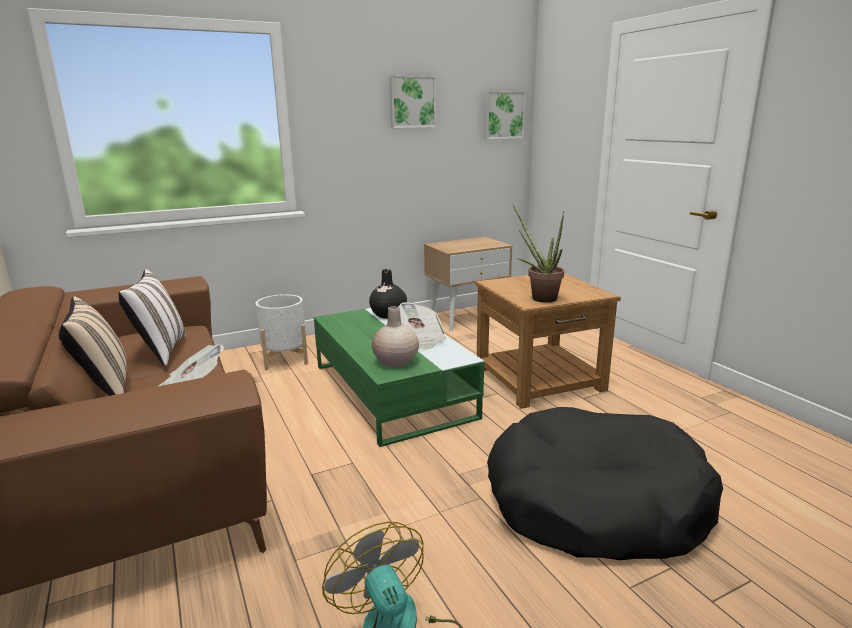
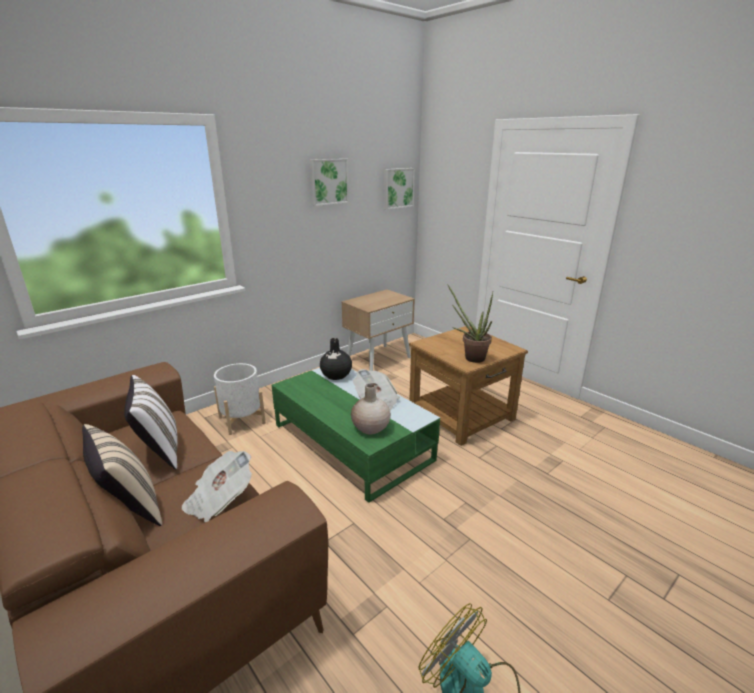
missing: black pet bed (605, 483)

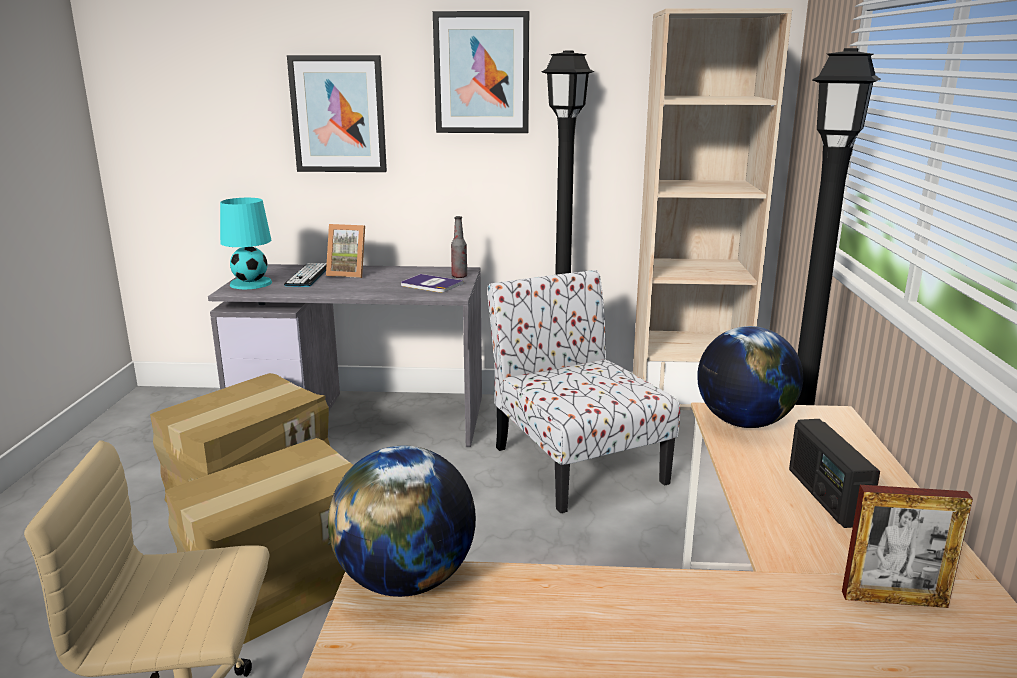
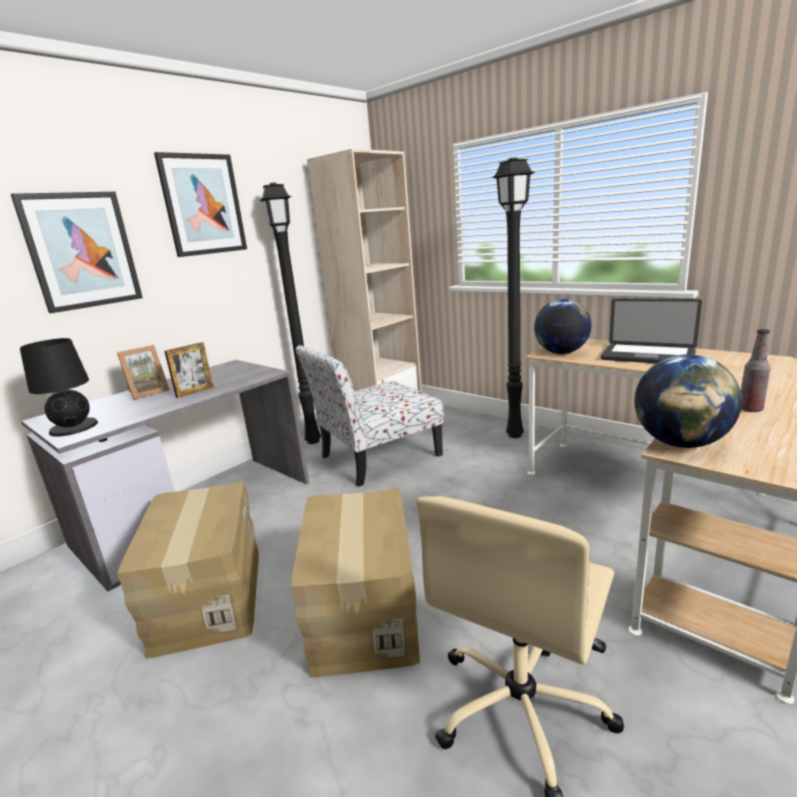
missing: PC keyboard (305, 275); volume (432, 283)
relocated: drink bottle (459, 247) to (756, 370); photo frame (907, 546) to (189, 370)
exchanged: radio set (834, 473) to notebook computer (651, 331)
colour: turquoise tabletop lamp (246, 243) to black tabletop lamp (59, 387)
spun: upright chair (583, 391) = (370, 416) 45 degrees counterclockwise

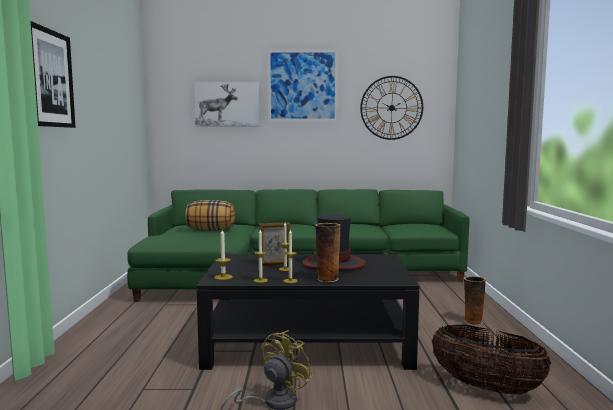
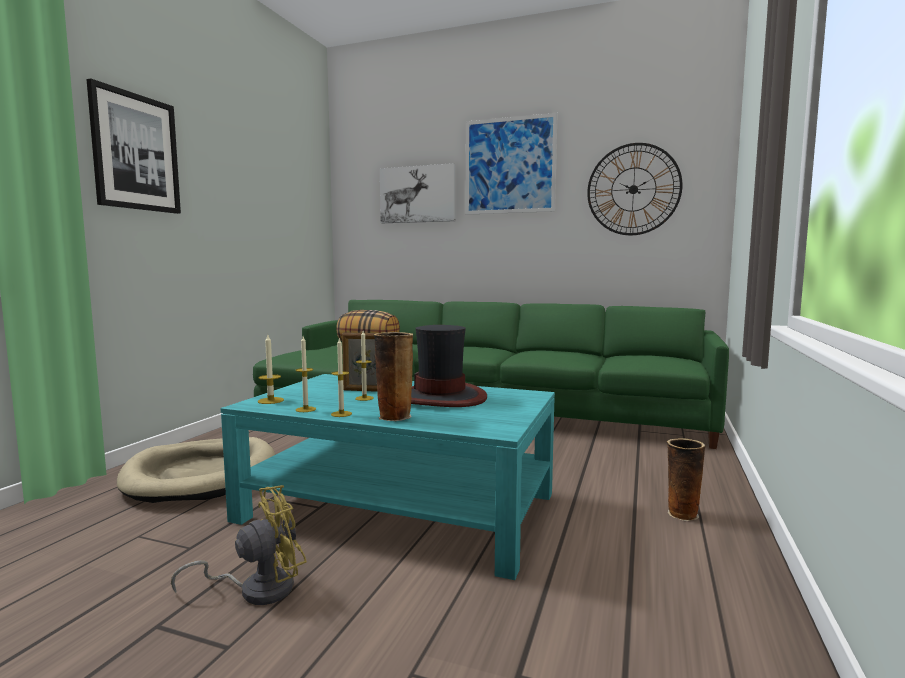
missing: storage basket (491, 360)
appeared: beige pet bed (196, 470)
colour: black coffee table (308, 312) to turquoise coffee table (388, 477)

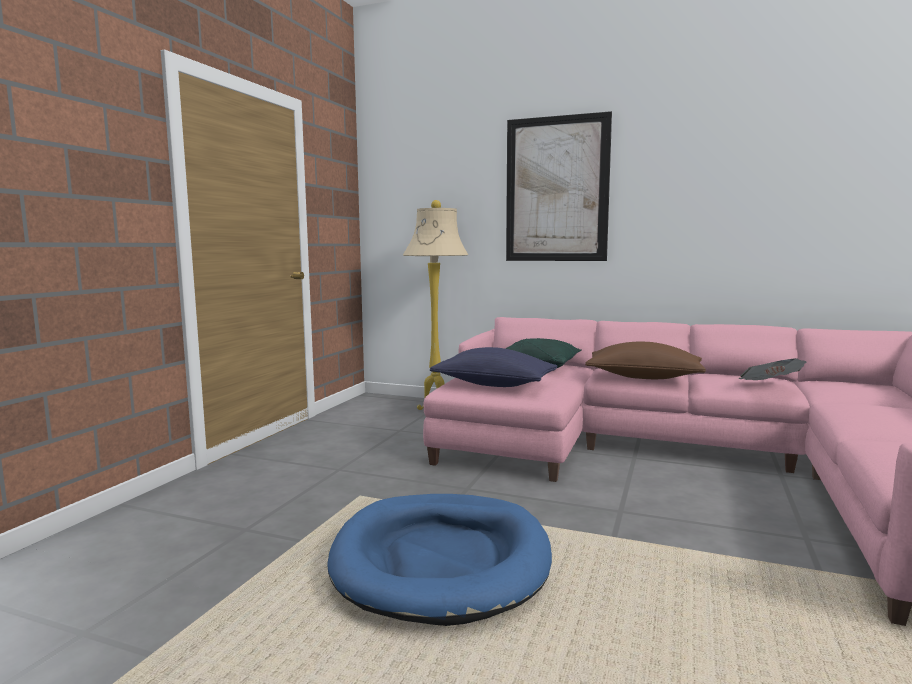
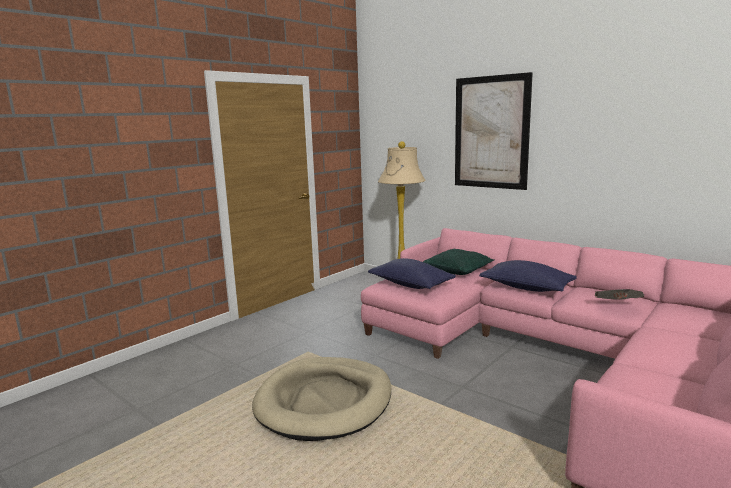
colour: brownish cushion (645, 360) to blue-coloured cushion (528, 276); blue-coloured pet bed (439, 560) to beige pet bed (321, 399)

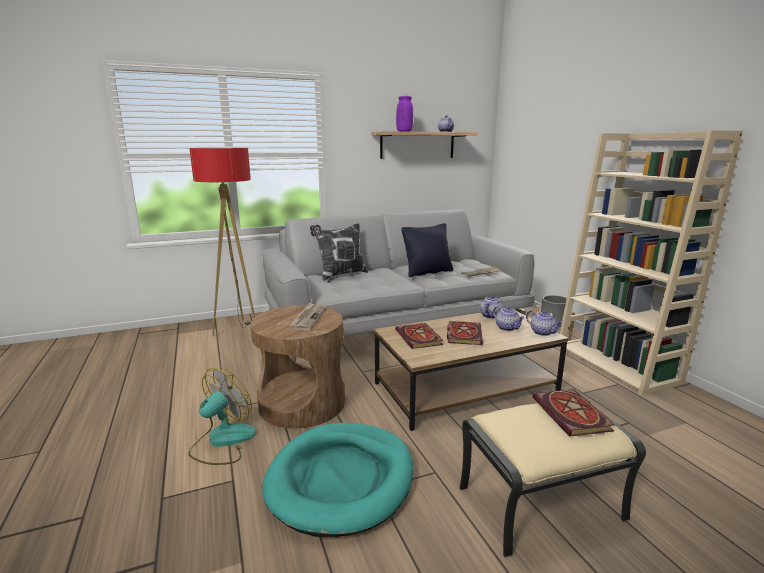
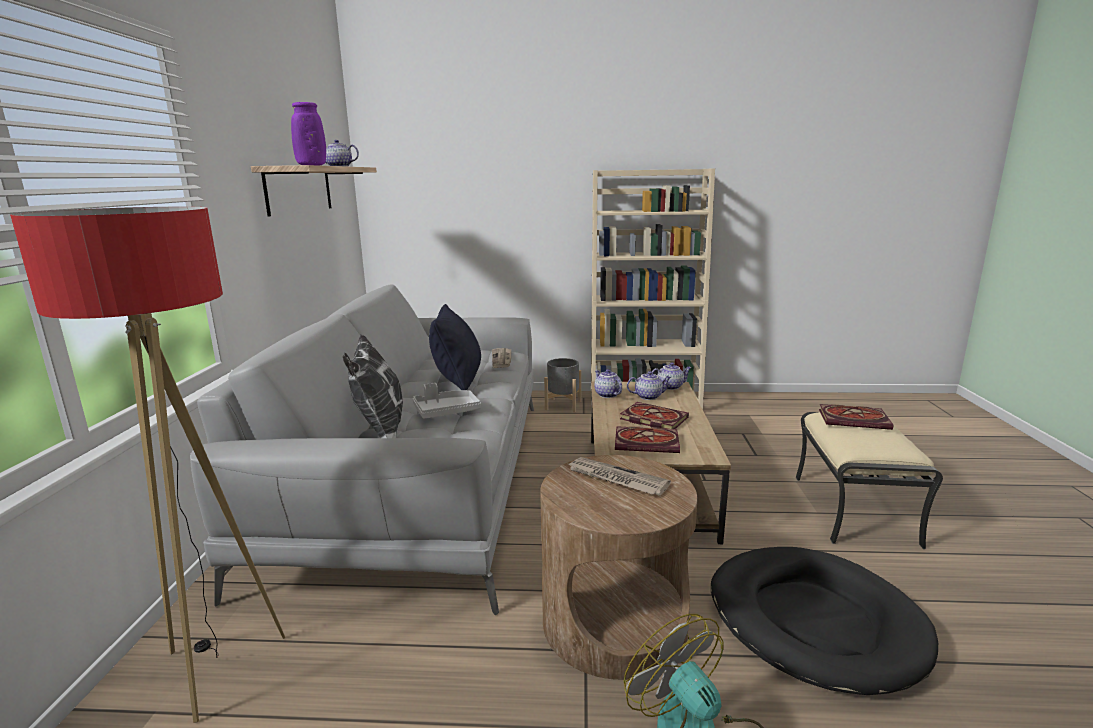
appeared: grey serving tray (447, 400)
colour: turquoise pet bed (337, 480) to black pet bed (824, 621)

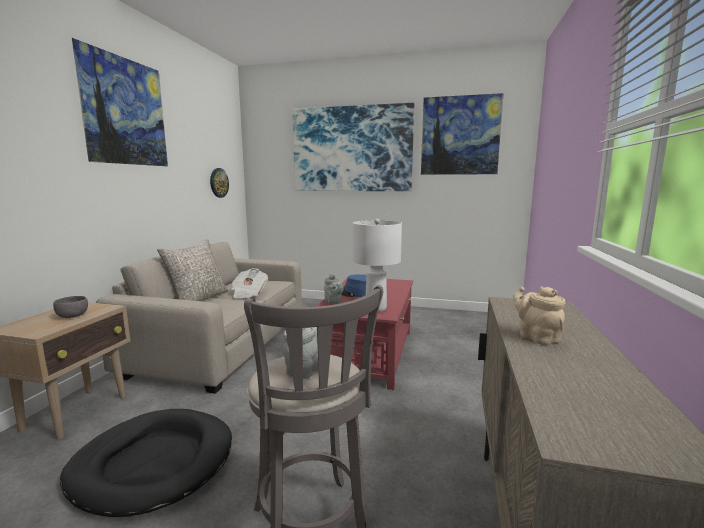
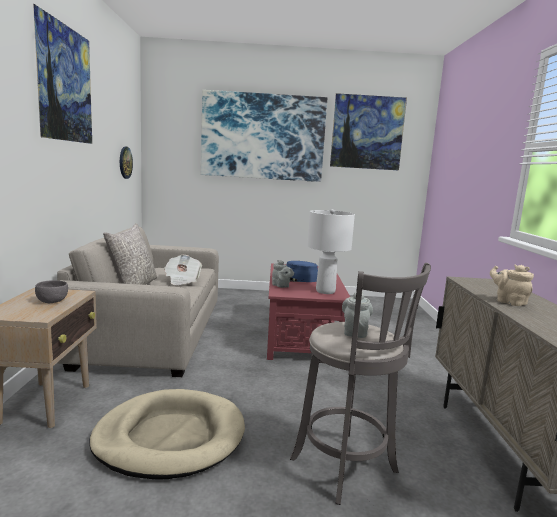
colour: black pet bed (146, 463) to beige pet bed (167, 434)

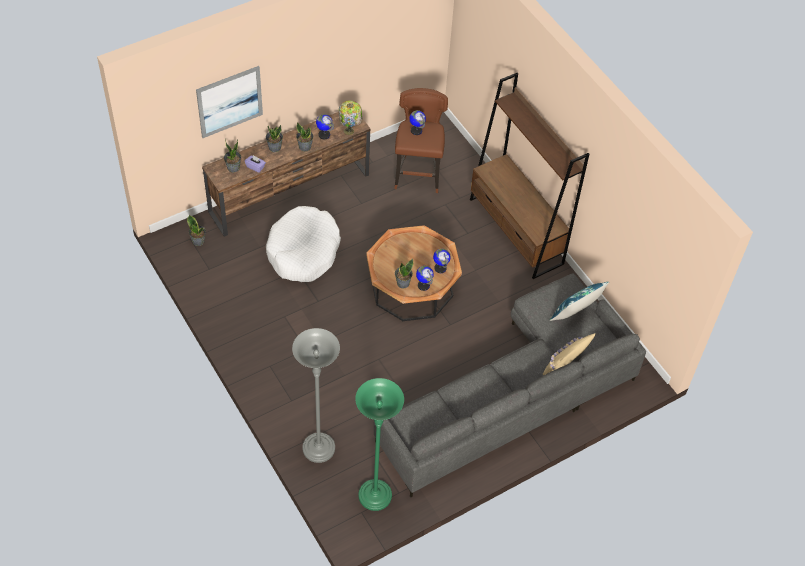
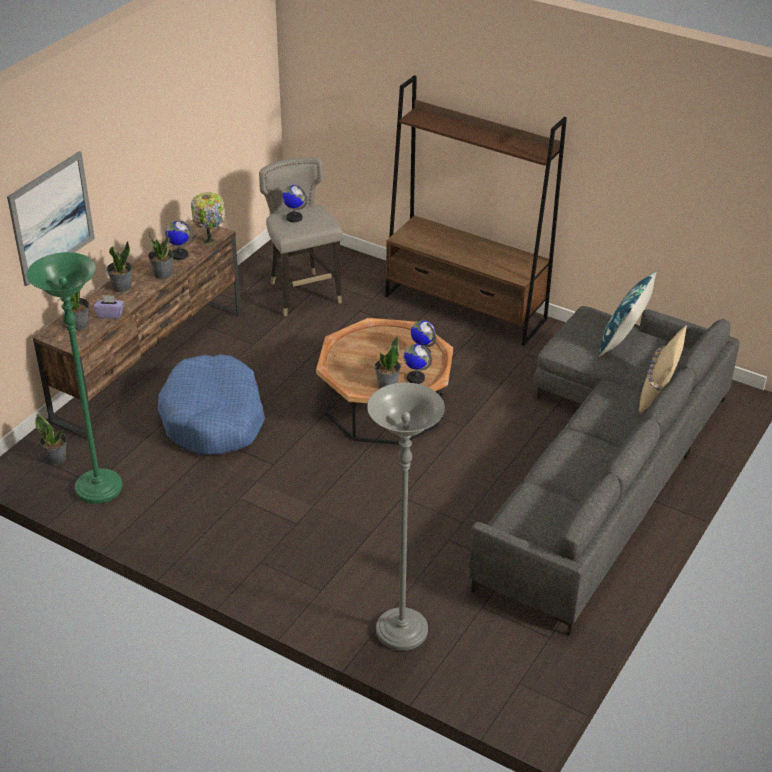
relocated: green-coloured floor lamp (379, 444) to (74, 378)
colour: brownish stool seat (421, 140) to grey stool seat (301, 236); white-coloured pet bed (303, 244) to blue-coloured pet bed (211, 404)

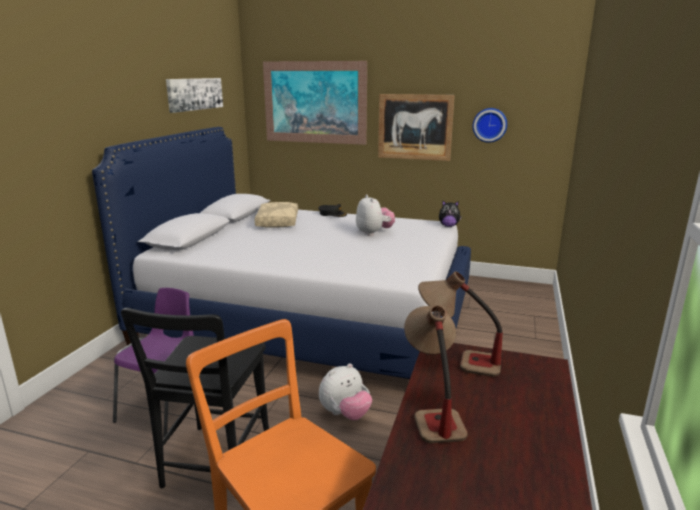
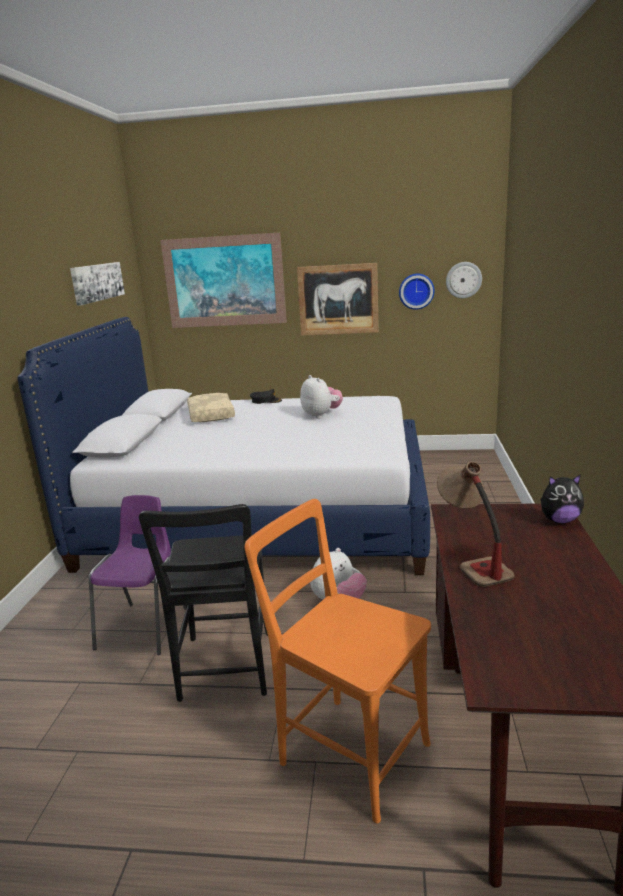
missing: tabletop lamp (460, 324)
appeared: hanging clock (464, 280)
relocated: plush toy (450, 214) to (562, 499)

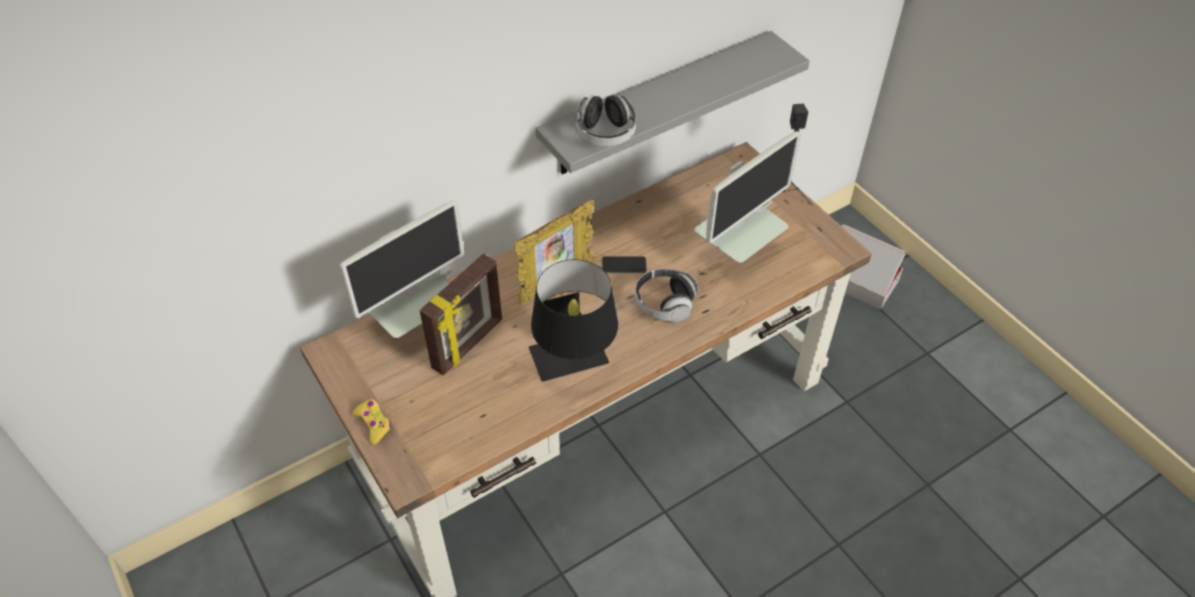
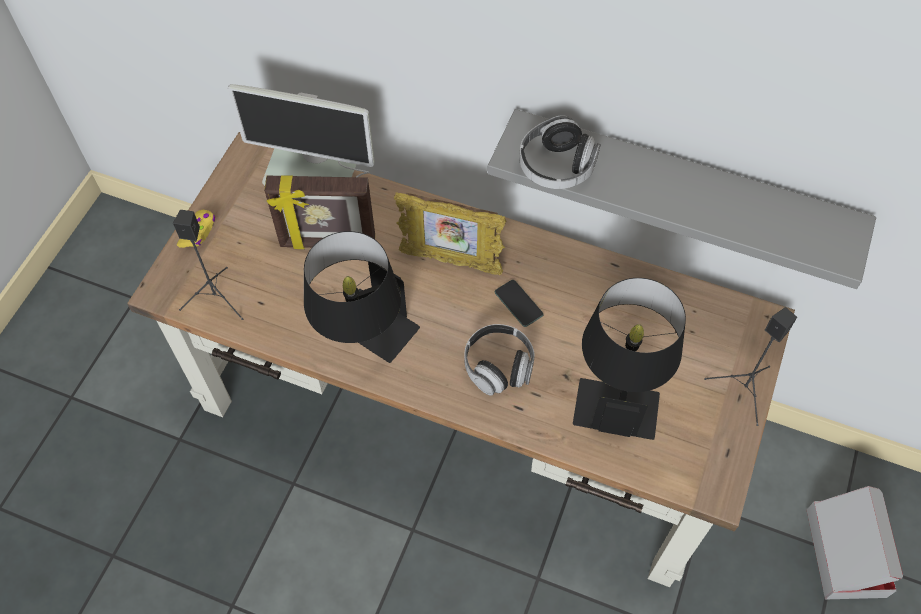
appeared: black audio speaker (208, 265)
exchanged: computer display (747, 197) to black tabletop lamp (629, 359)

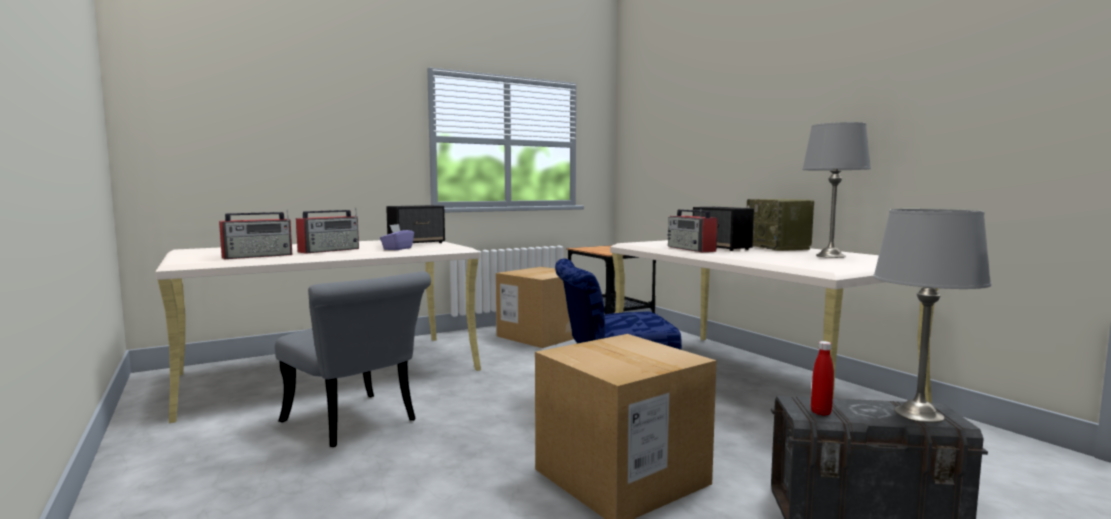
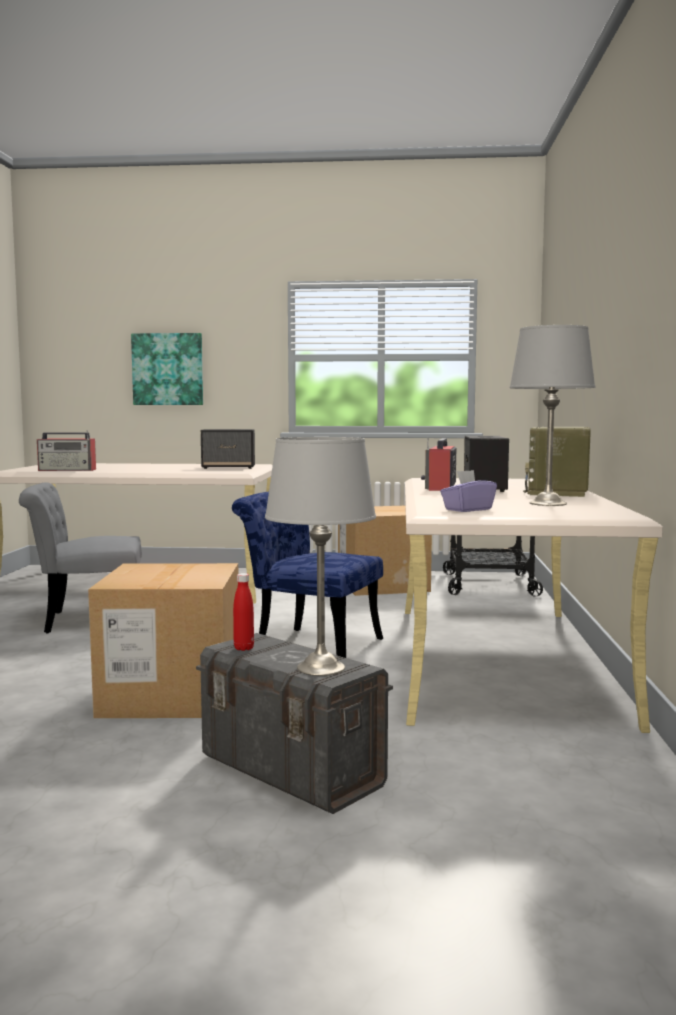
missing: radio set (327, 231)
appeared: wall picture (167, 369)
relocated: purple box of tissues (397, 237) to (468, 491)
spun: grey upright chair (353, 359) = (80, 557) 90 degrees clockwise

